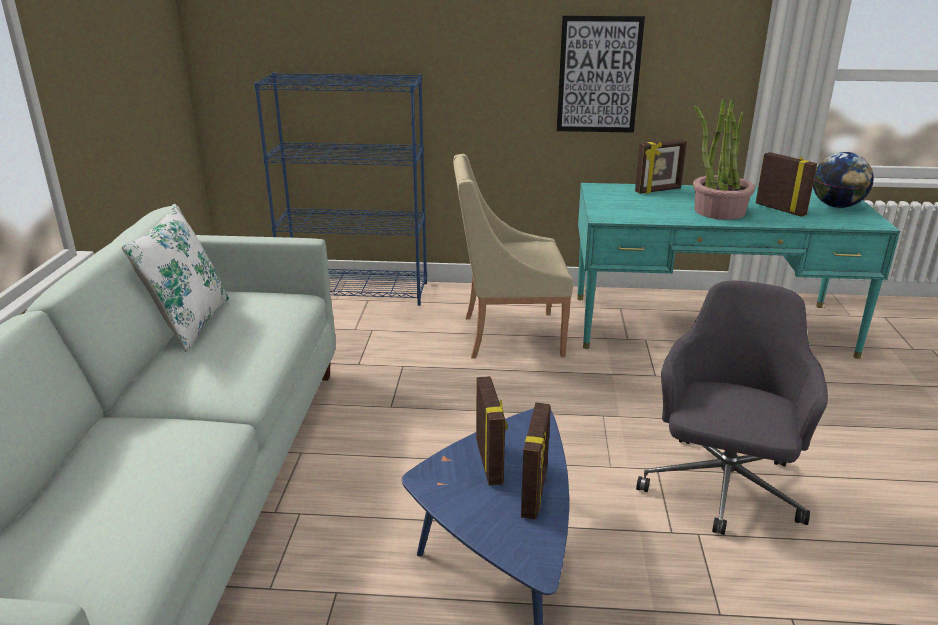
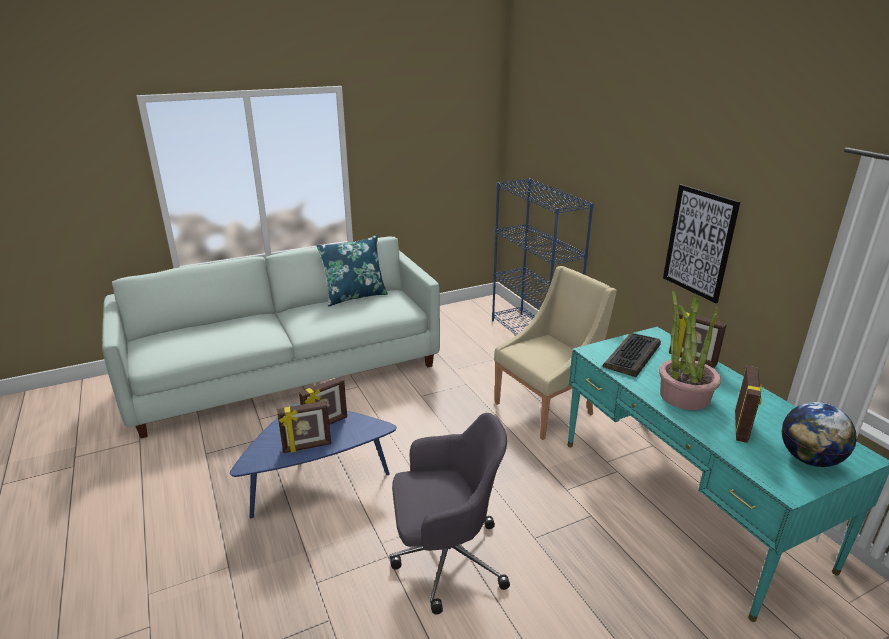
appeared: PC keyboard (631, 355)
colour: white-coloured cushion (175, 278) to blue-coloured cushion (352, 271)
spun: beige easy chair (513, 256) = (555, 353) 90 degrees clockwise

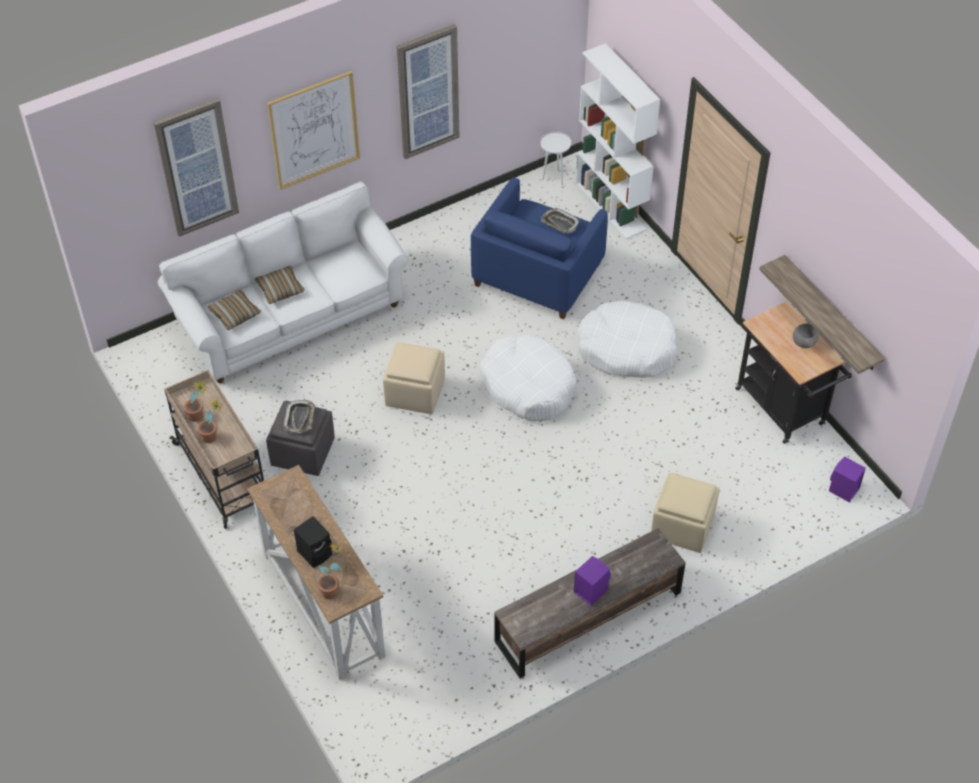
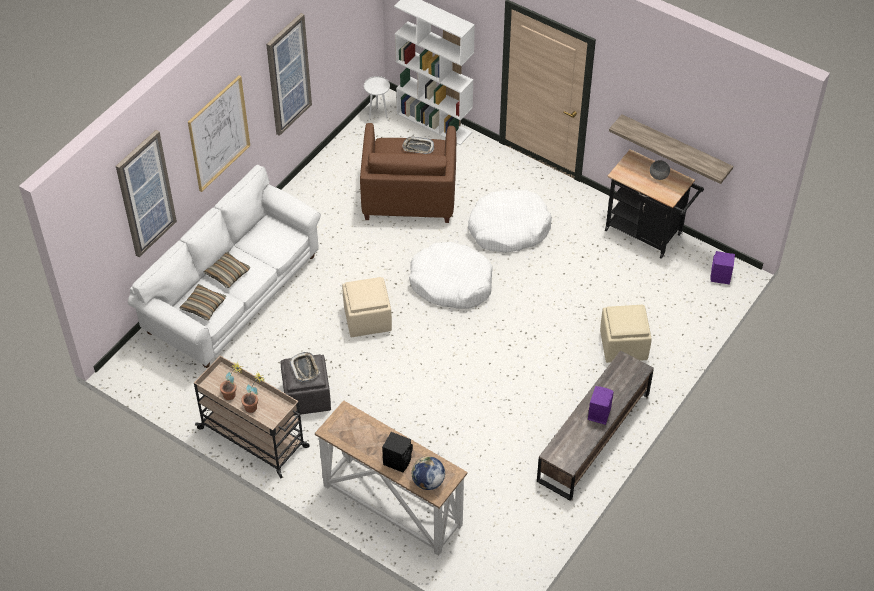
exchanged: houseplant (331, 571) to world globe (428, 473)
colour: blue-coloured easy chair (539, 249) to brownish easy chair (408, 173)

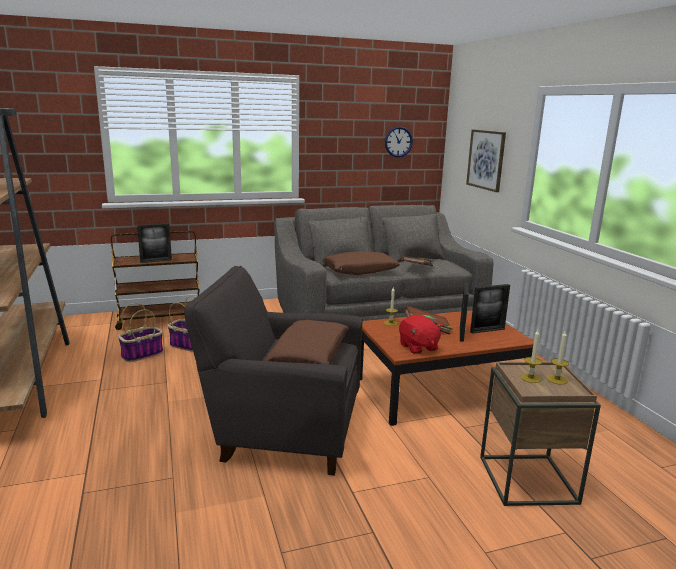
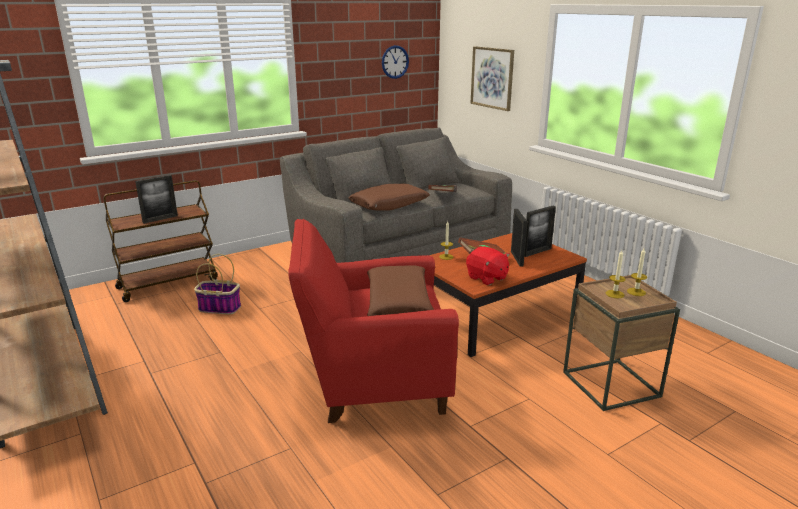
missing: storage basket (140, 332)
colour: grey easy chair (273, 371) to reddish easy chair (373, 321)

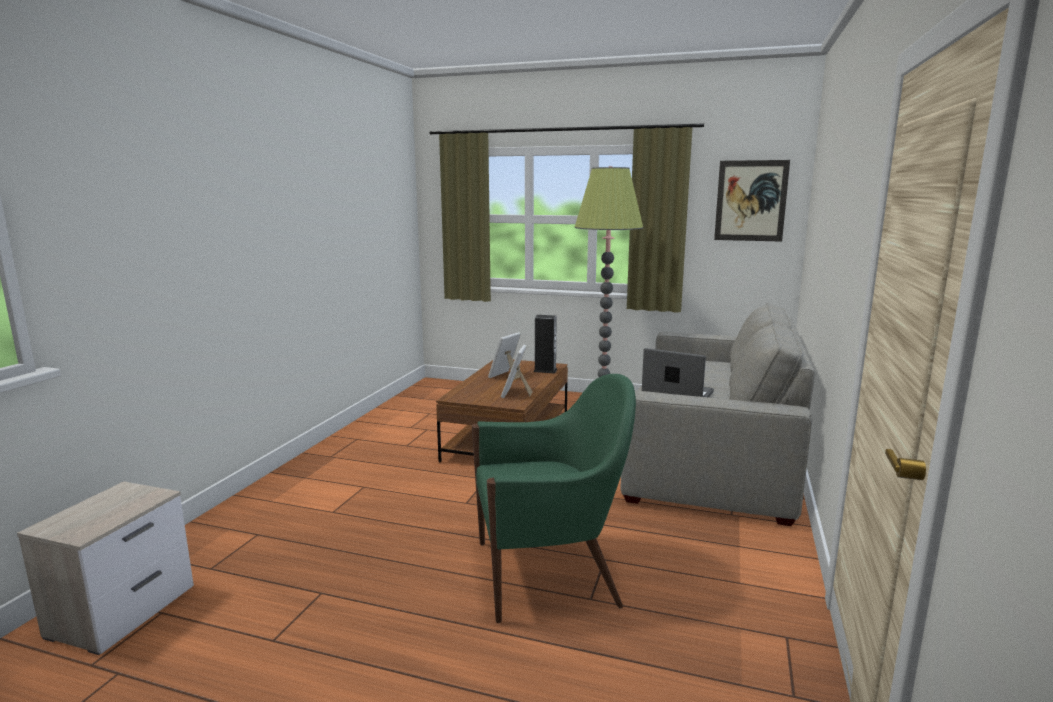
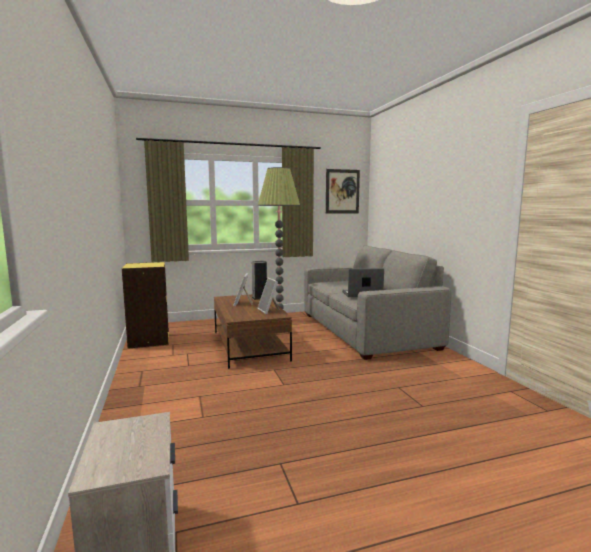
missing: green-coloured easy chair (554, 498)
appeared: yellow-coloured bookcase (145, 305)

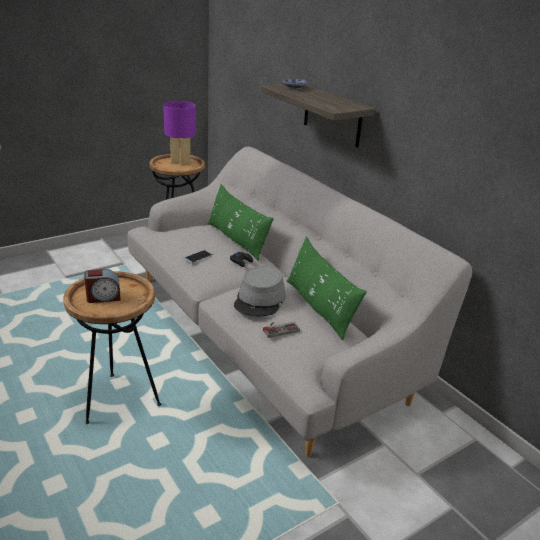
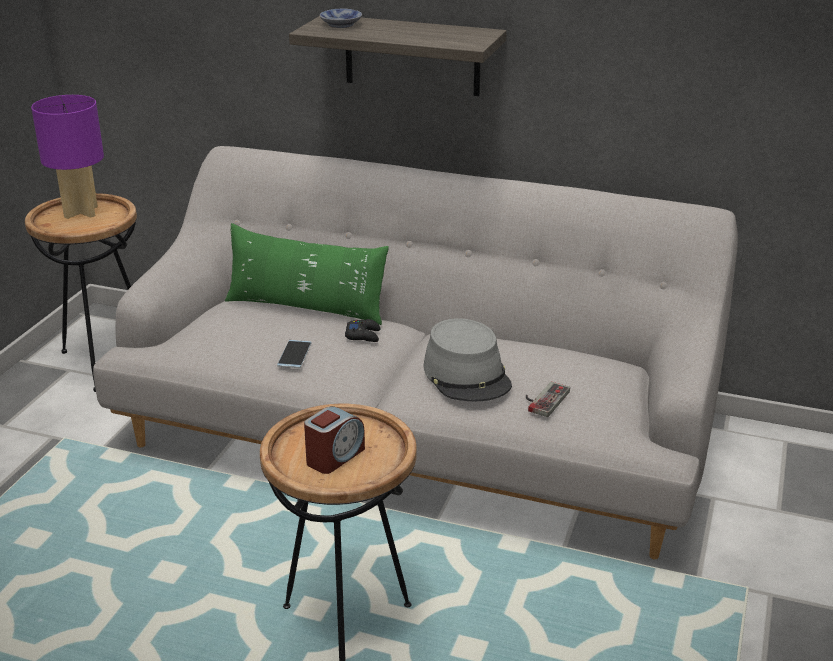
missing: green-coloured cushion (326, 289)

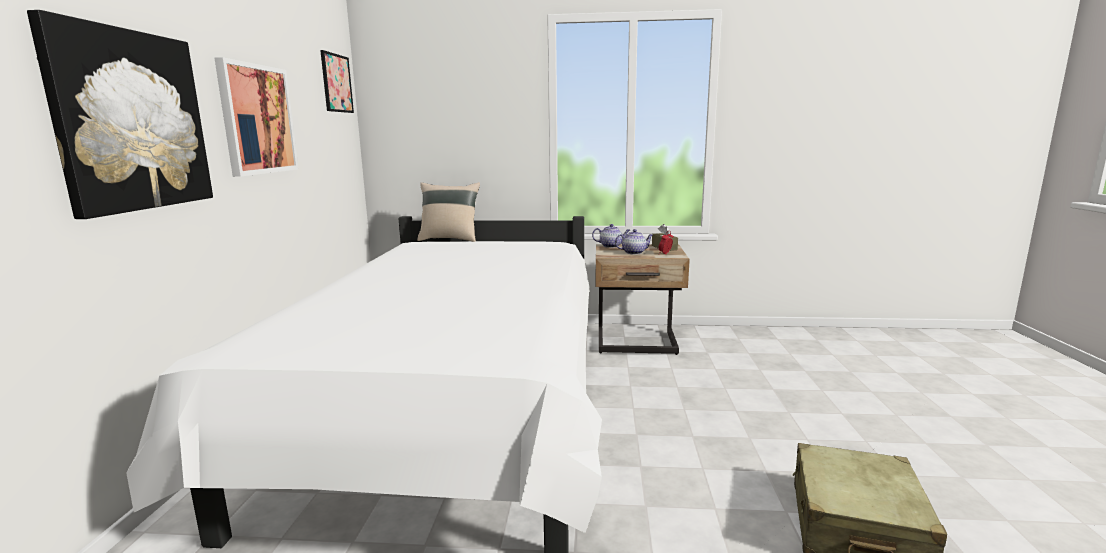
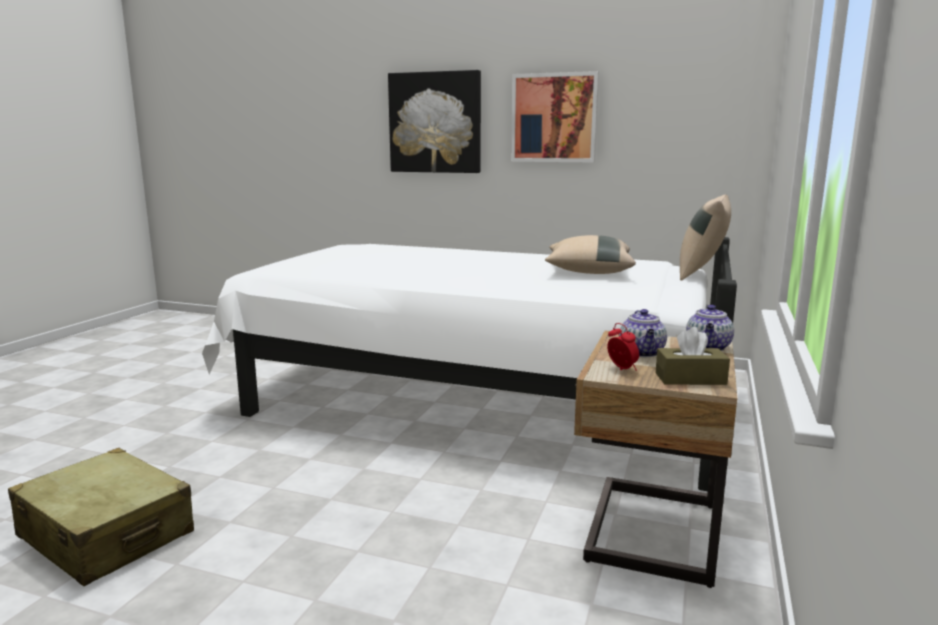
missing: wall picture (337, 81)
appeared: beige cushion (590, 254)

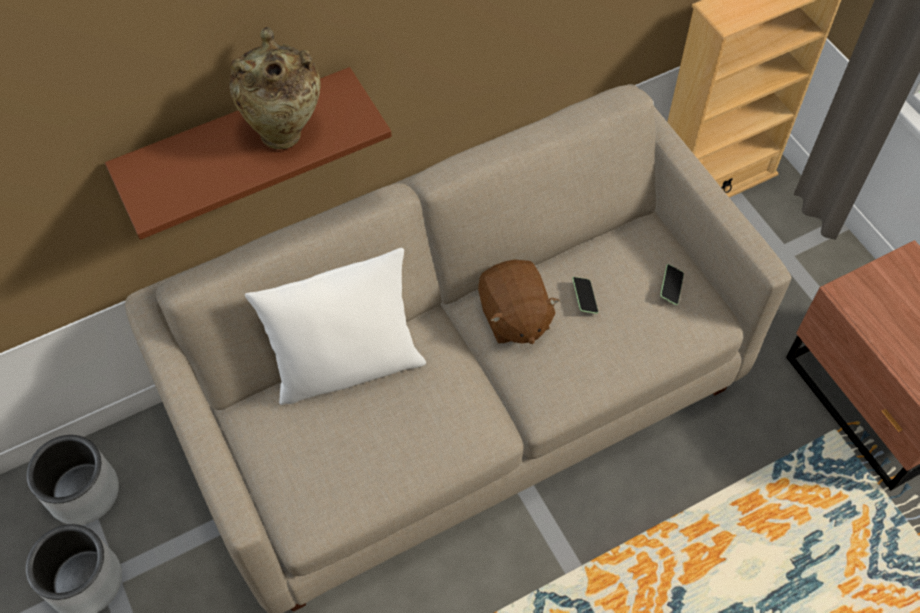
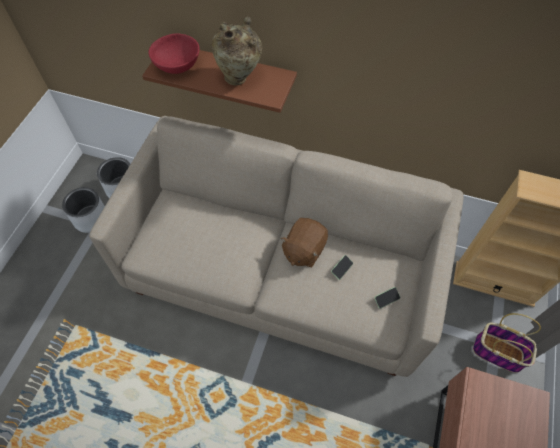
missing: white-coloured cushion (335, 326)
appeared: reddish serving bowl (174, 53); storage basket (507, 343)

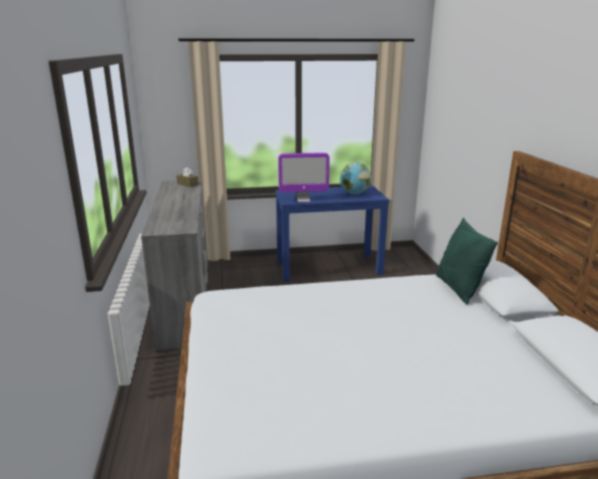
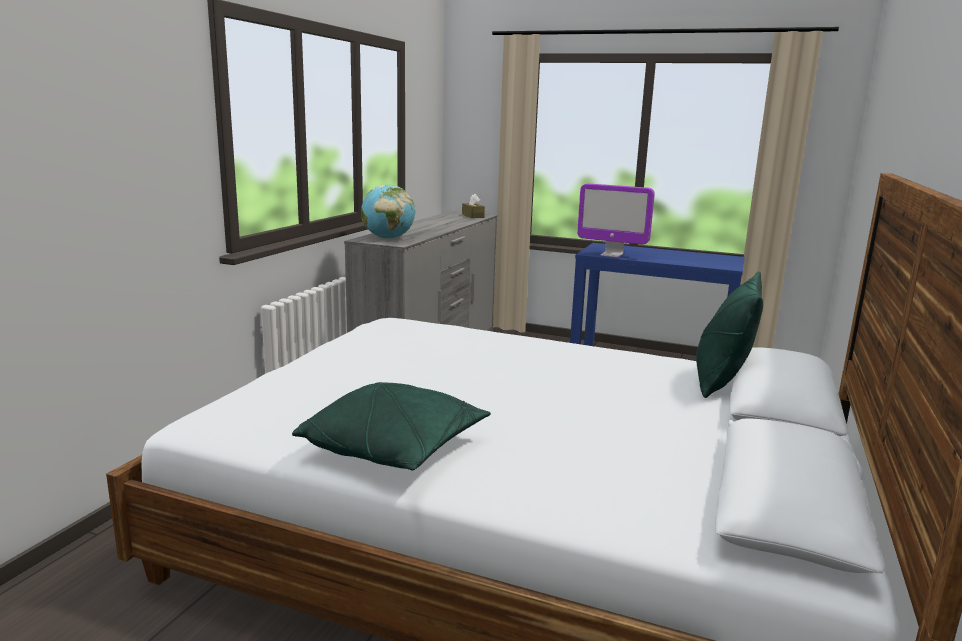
appeared: green-coloured cushion (391, 426)
relocated: world globe (355, 178) to (388, 212)

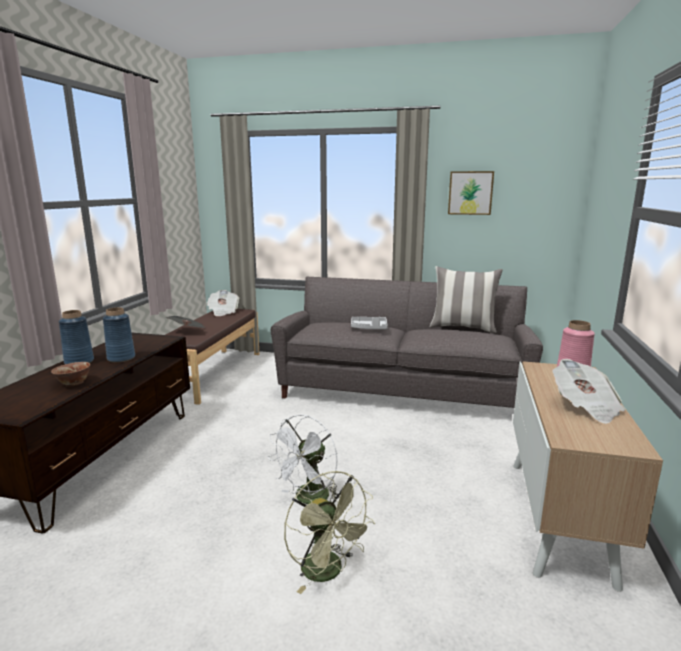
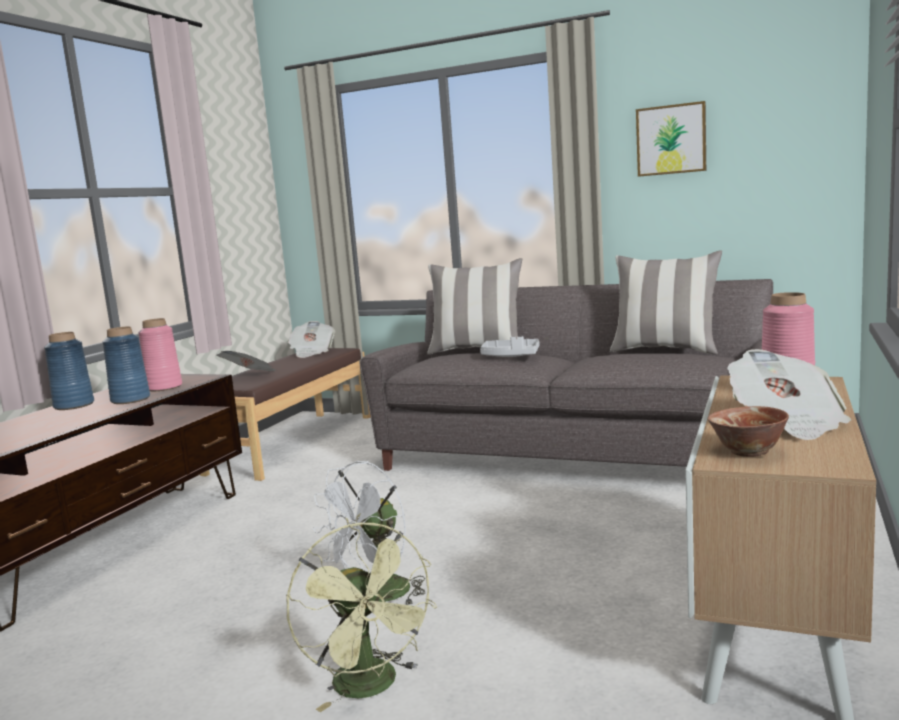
appeared: cushion (474, 306); pink flower vase (160, 354)
relocated: serving bowl (70, 374) to (748, 431)

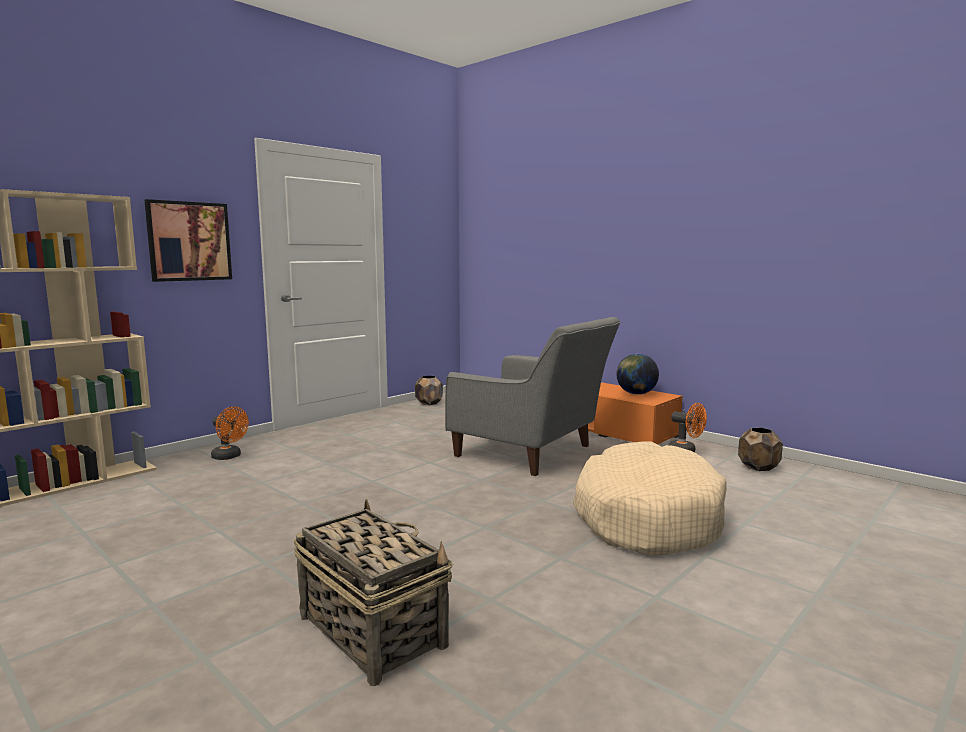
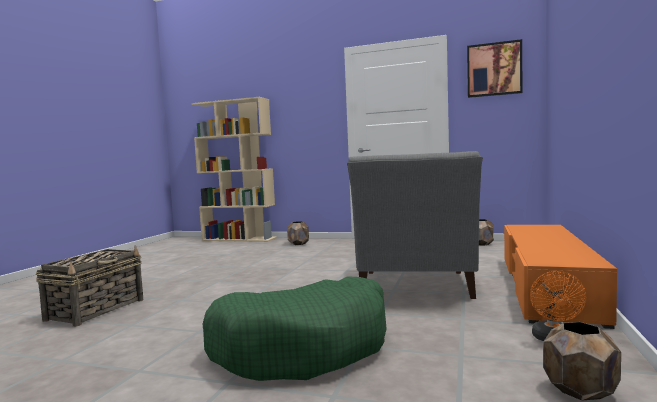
missing: world globe (637, 374)
relocated: wall picture (188, 240) to (494, 68)
exchanged: orange cooling fan (230, 433) to brownish planter (298, 233)
colour: beige pet bed (649, 498) to green-coloured pet bed (294, 328)

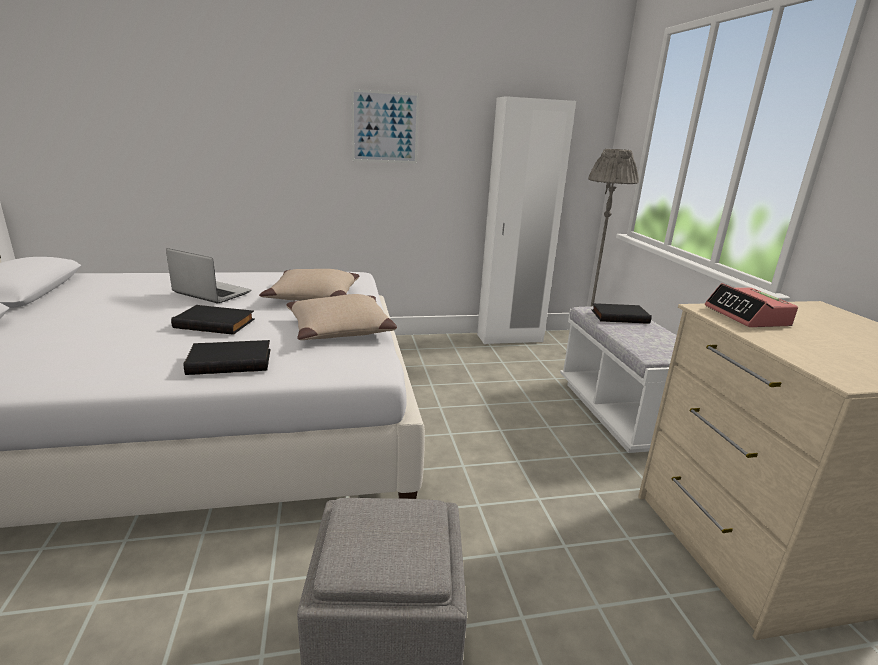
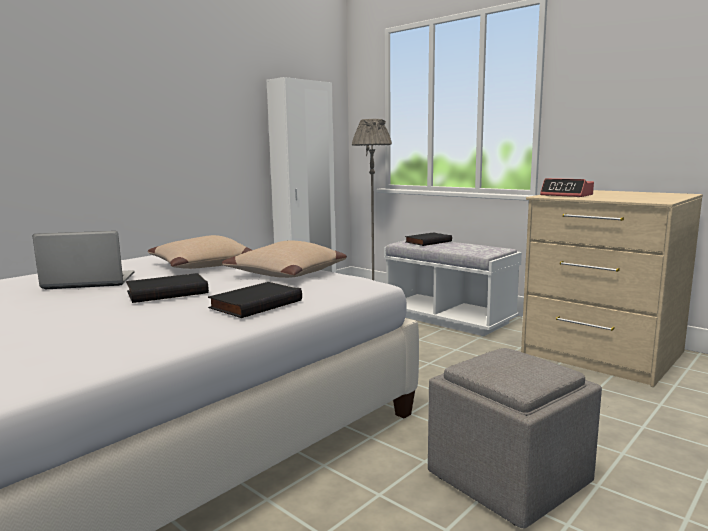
missing: wall picture (385, 126)

